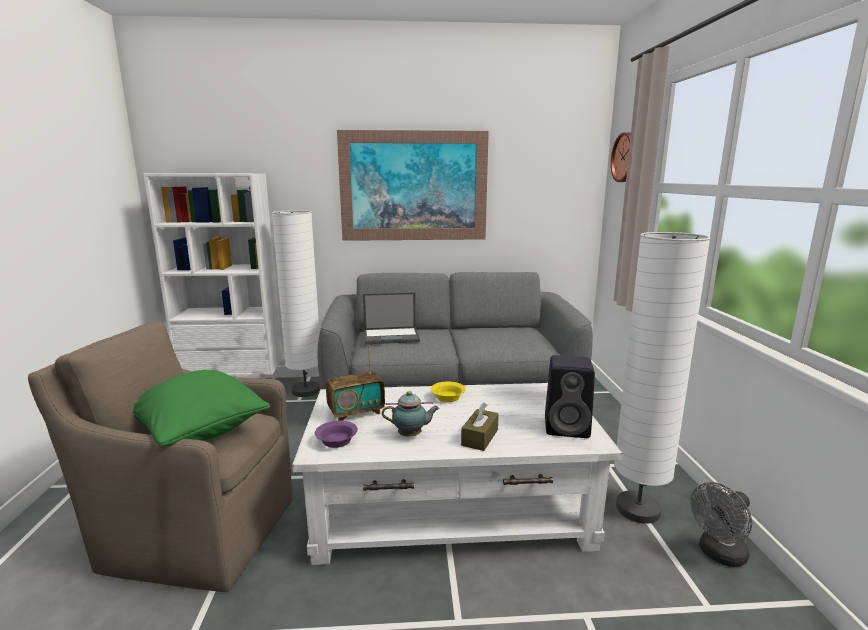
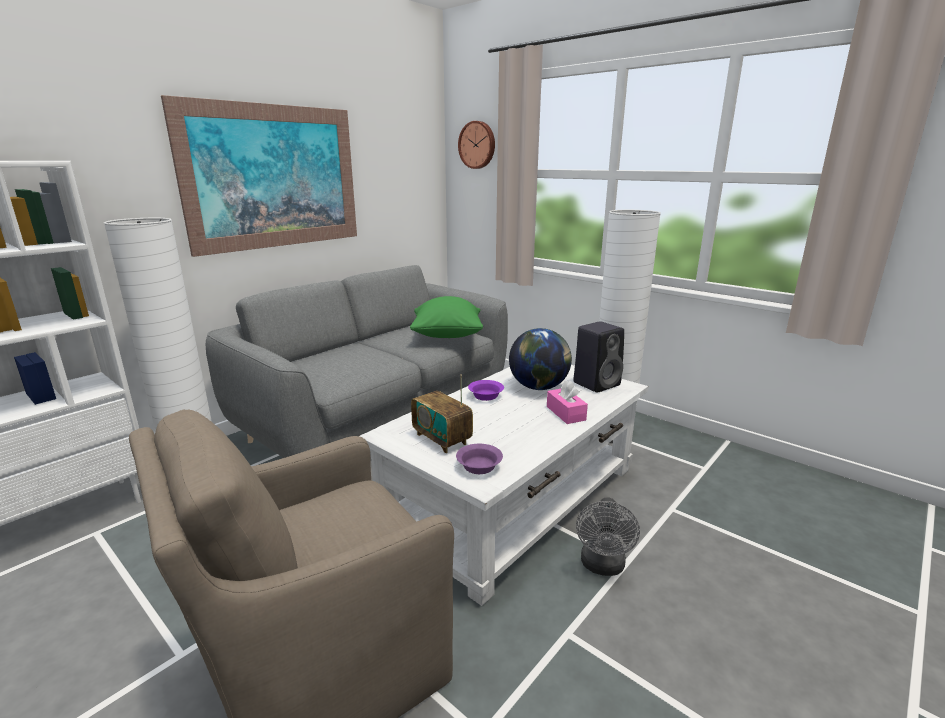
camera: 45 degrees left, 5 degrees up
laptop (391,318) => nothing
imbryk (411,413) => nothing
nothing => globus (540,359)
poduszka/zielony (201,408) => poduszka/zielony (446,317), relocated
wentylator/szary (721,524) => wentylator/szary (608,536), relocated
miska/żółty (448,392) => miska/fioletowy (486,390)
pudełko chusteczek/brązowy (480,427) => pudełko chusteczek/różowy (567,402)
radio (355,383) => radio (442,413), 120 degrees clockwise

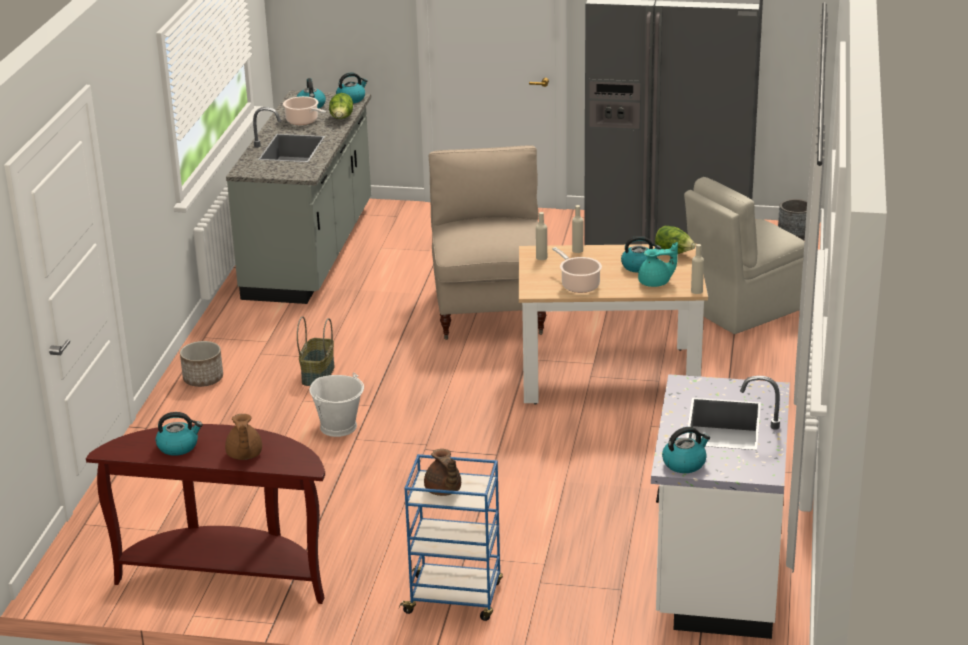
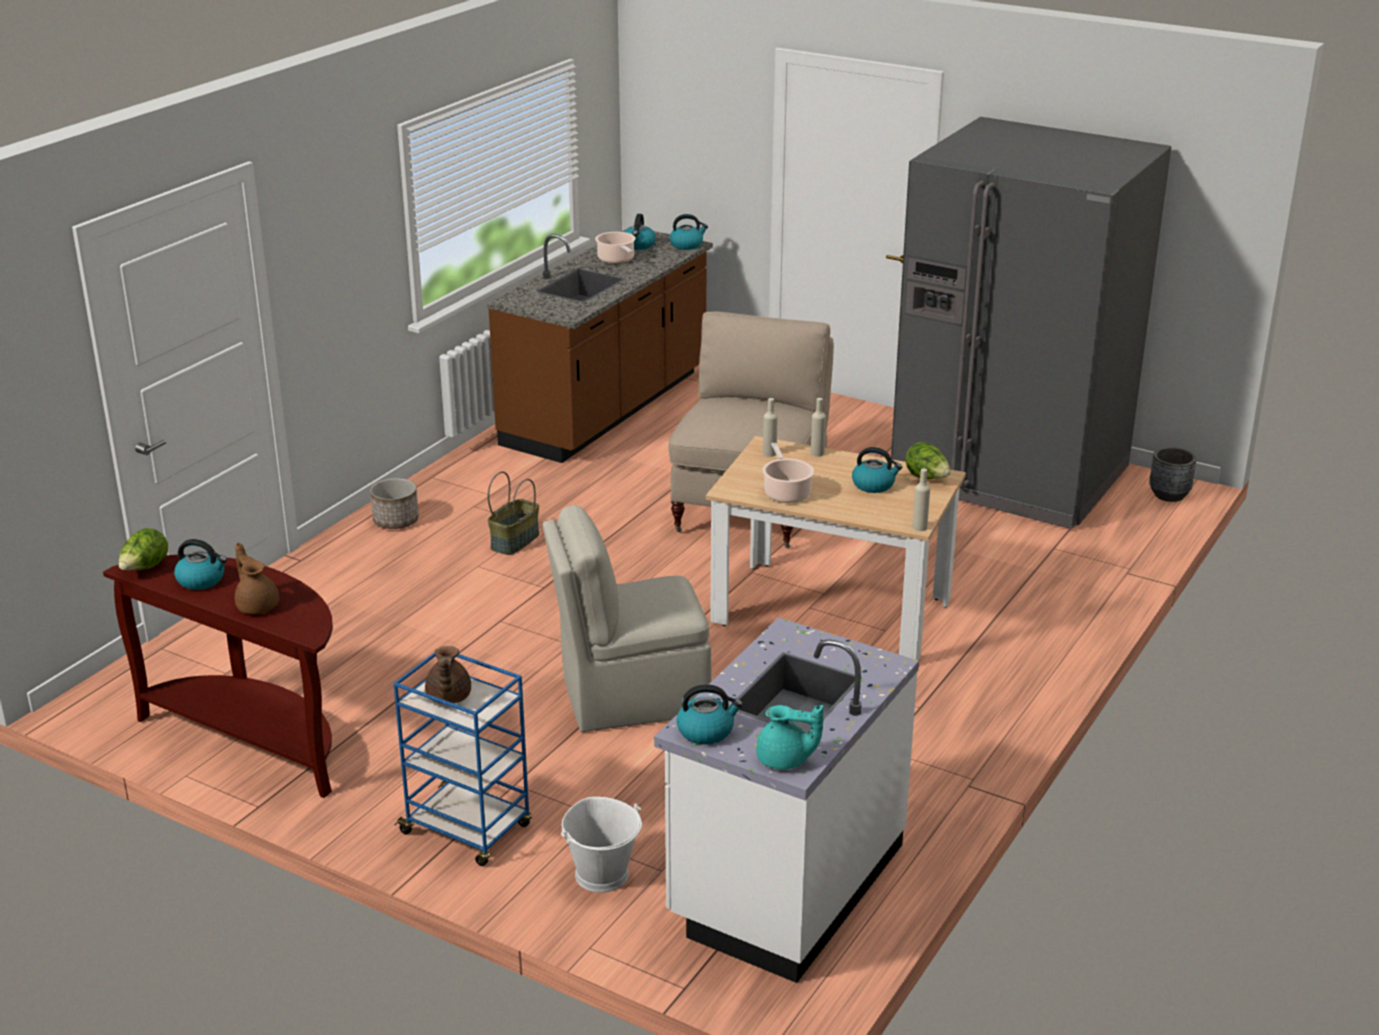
camera: 20 degrees right, 0 degrees up
wiadro/biały (337,405) => wiadro/biały (601,845), relocated
sałata (341,106) => sałata (143,549), relocated
imbryk/turkusowy (658,264) => imbryk/turkusowy (790,737), relocated
krzesło/beżowy (744,255) => krzesło/beżowy (627,618), relocated
zabudowa kuchenna/szary (298,197) => zabudowa kuchenna/brązowy (600,345)
imbryk/brązowy (243,437) => imbryk/brązowy (257,578), 135 degrees clockwise

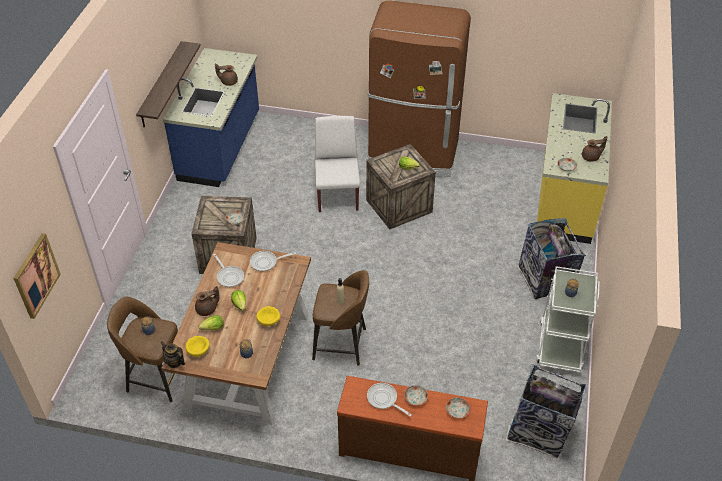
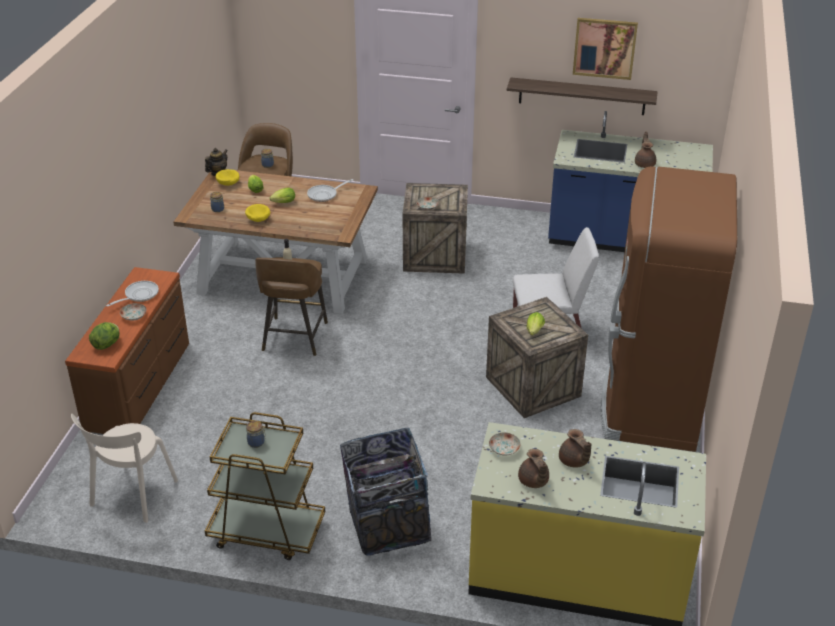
camera: 90 degrees right, 10 degrees down
patelnia (273,261) => nothing
obraz (37,276) => obraz (605,49), relocated
imbryk/brązowy (207,301) => imbryk/brązowy (575,448), relocated
talerz (458,408) => sałata (104,336)
kosz na śmieci (546,411) => krzesło/beżowy (124,468)
wózek/biały (568,319) => wózek/brązowy (265,486)

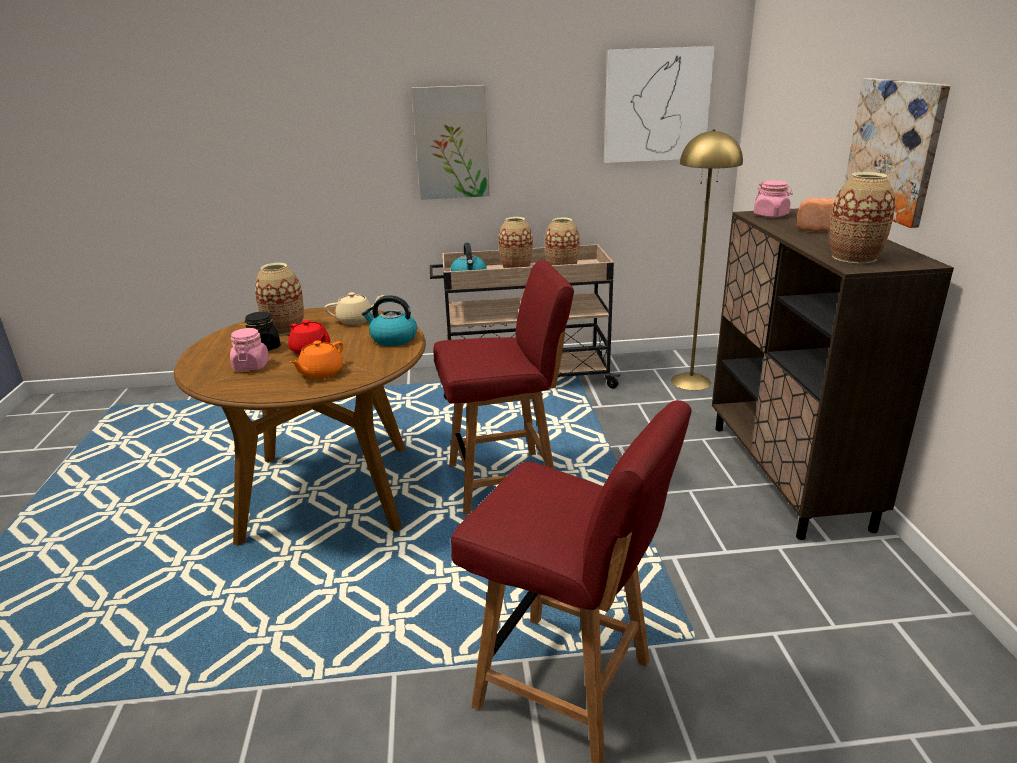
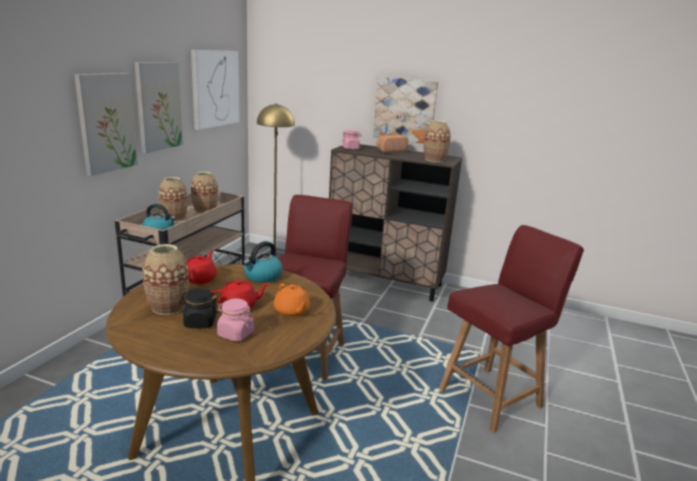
camera: 65 degrees left, 5 degrees down
nothing => obraz (158,107)
imbryk/beżowy (354,308) => imbryk/czerwony (202,267)

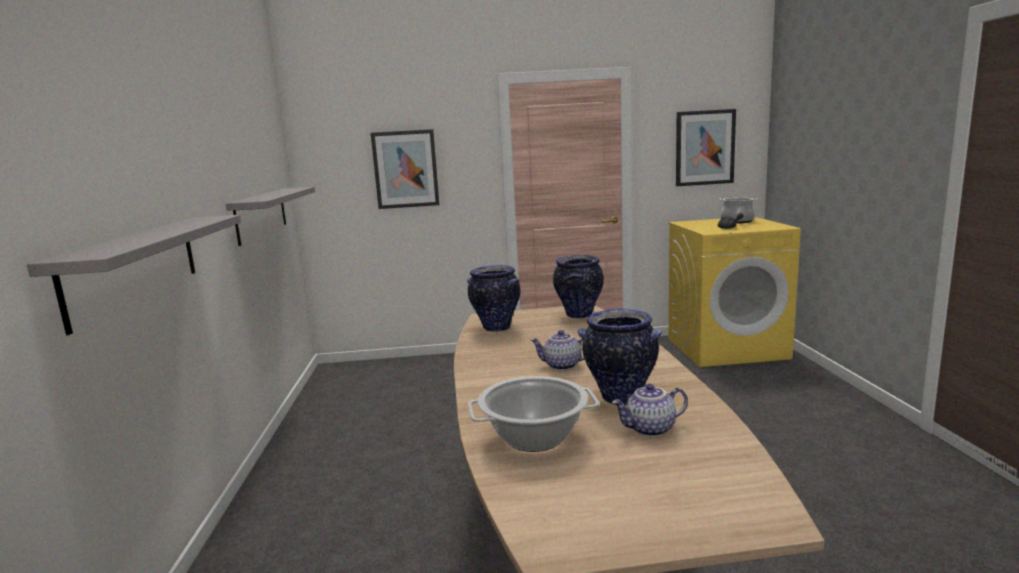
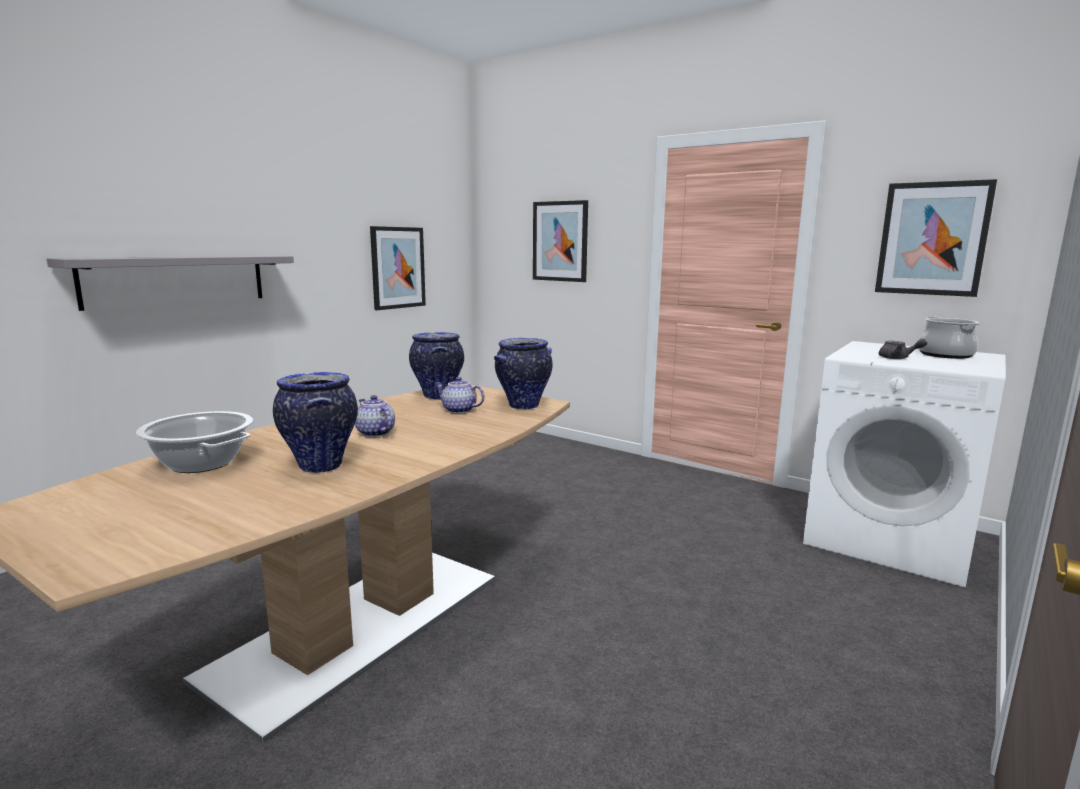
camera: 40 degrees right, 0 degrees up
imbryk (650,410) => imbryk (459,395), relocated
półka/szary (270,216) => obraz (398,268)
pralka/żółty (735,292) => pralka/biały (904,464)

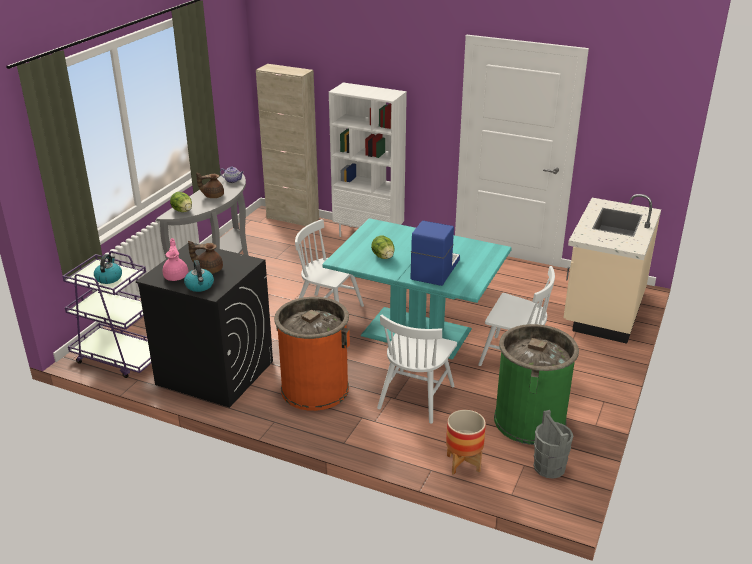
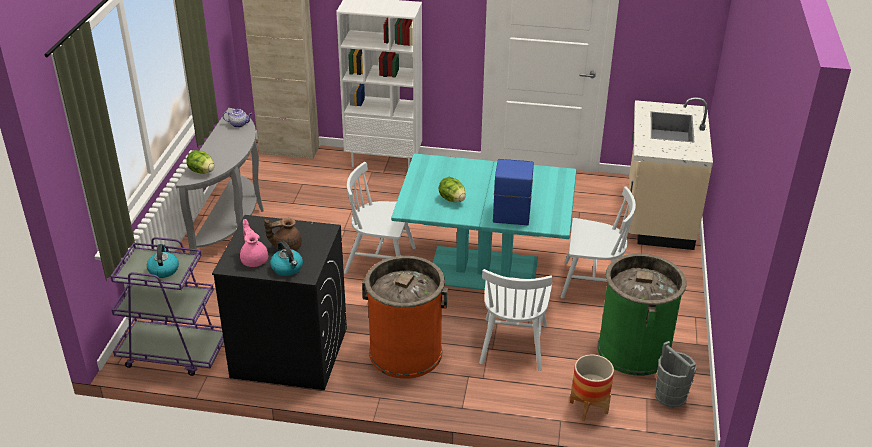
camera: 15 degrees left, 5 degrees up
imbryk/brązowy (210,185) => nothing

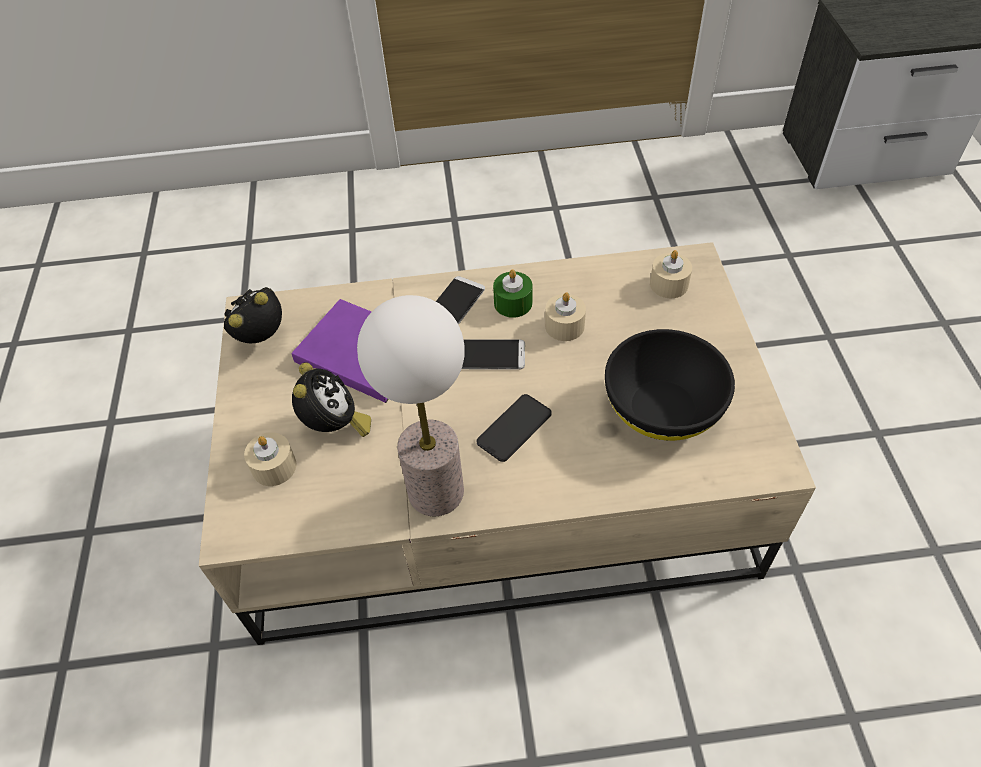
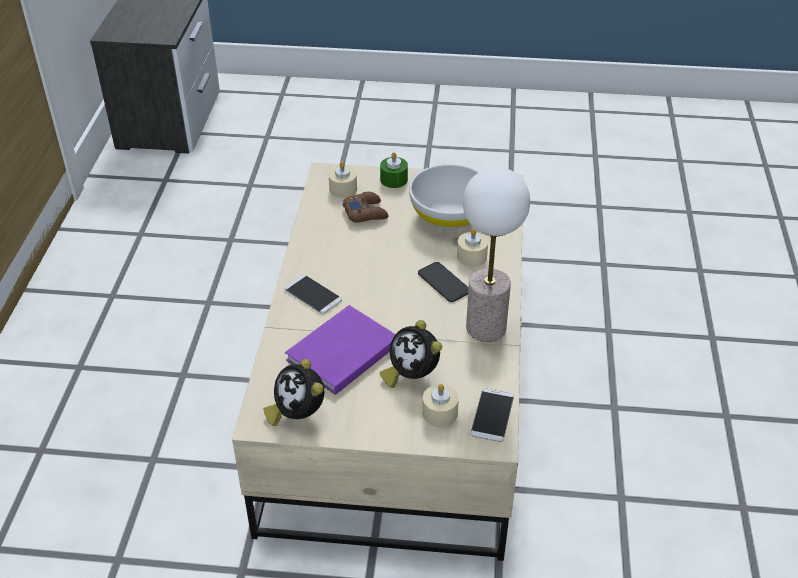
camera: 80 degrees left, 10 degrees down
nothing => pad do gier/brązowy (366,207)
telefon (493,354) => telefon (492,415), relocated
świeca/zielony (513,293) => świeca/zielony (394,170), relocated
świeca/beżowy (565,316) => świeca/beżowy (472,247), relocated
miska/czarny (670,385) => miska/biały (444,197)
budzik (331,399) => budzik (411,354), 135 degrees counterclockwise

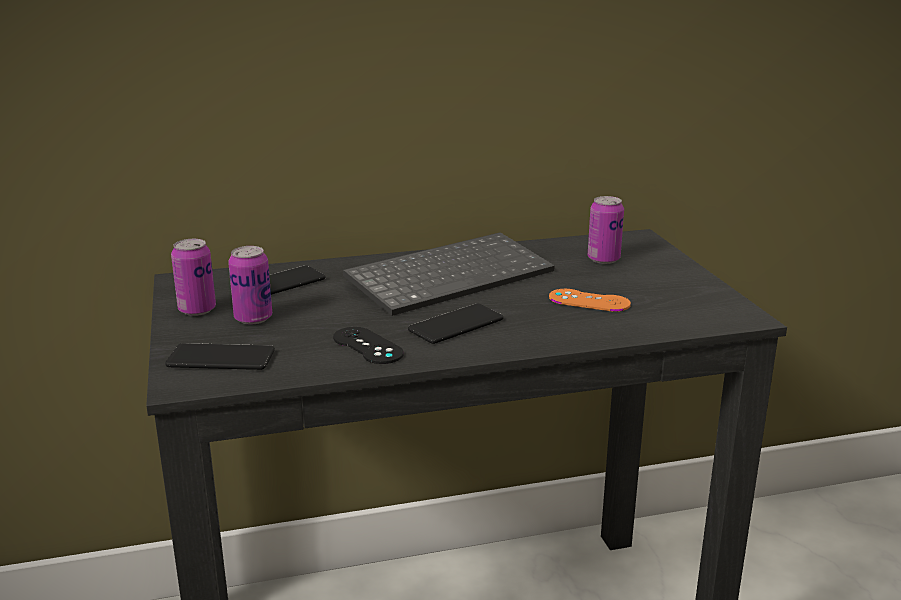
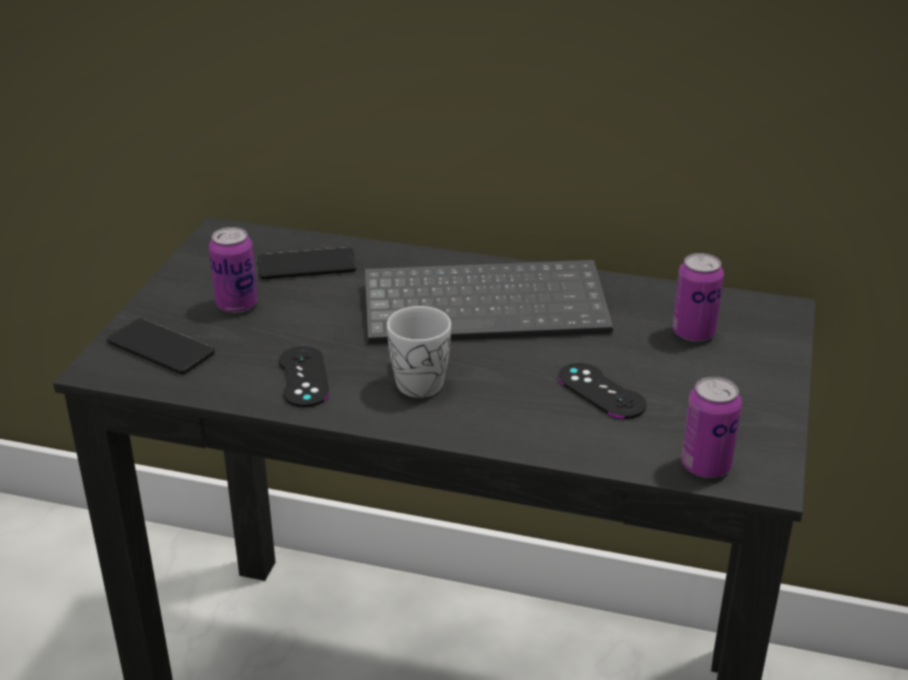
camera: 30 degrees right, 10 degrees up
puszka (193,277) => puszka (711,427), relocated
telefon (455,323) => kubek/biały (419,352)
pad do gier/pomarańczowy (590,300) => pad do gier/czarny (602,391)

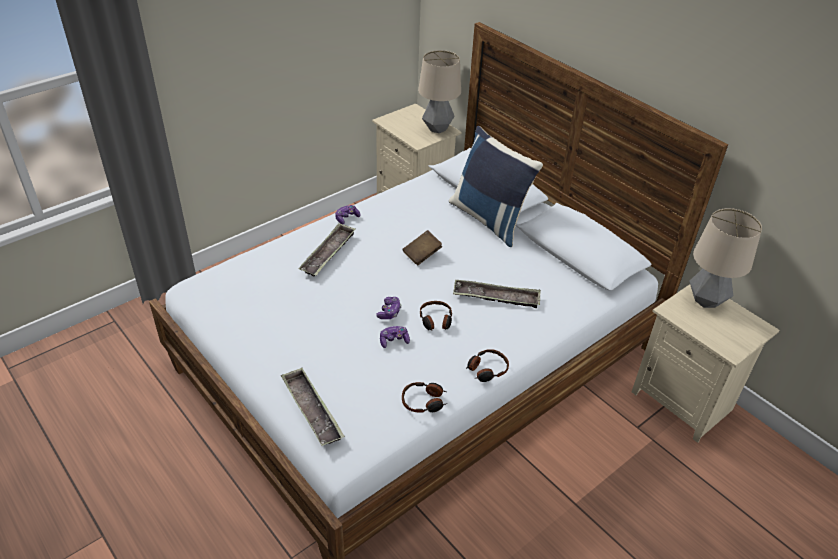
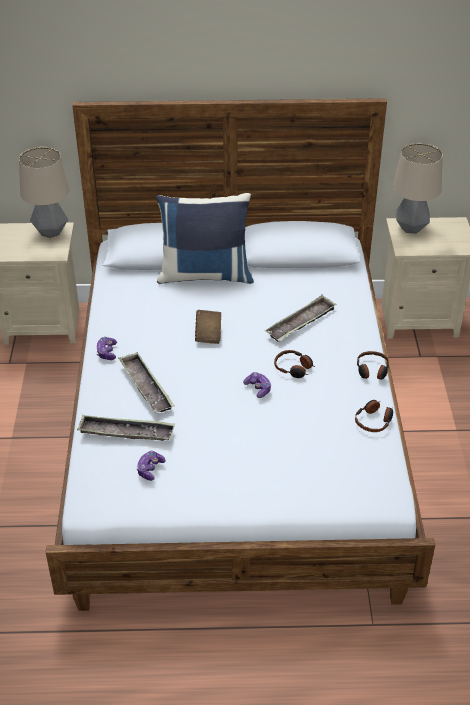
camera: 50 degrees left, 0 degrees up
taca (313,407) => taca (126,428), relocated
pad do gier (395,337) => pad do gier (151,466), relocated

